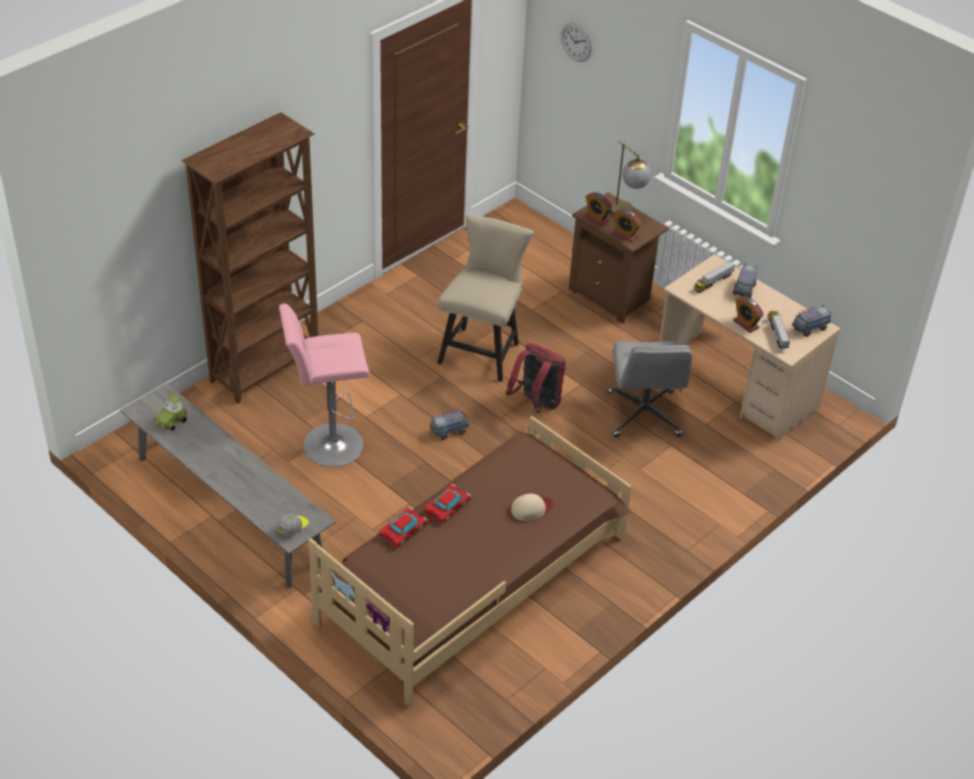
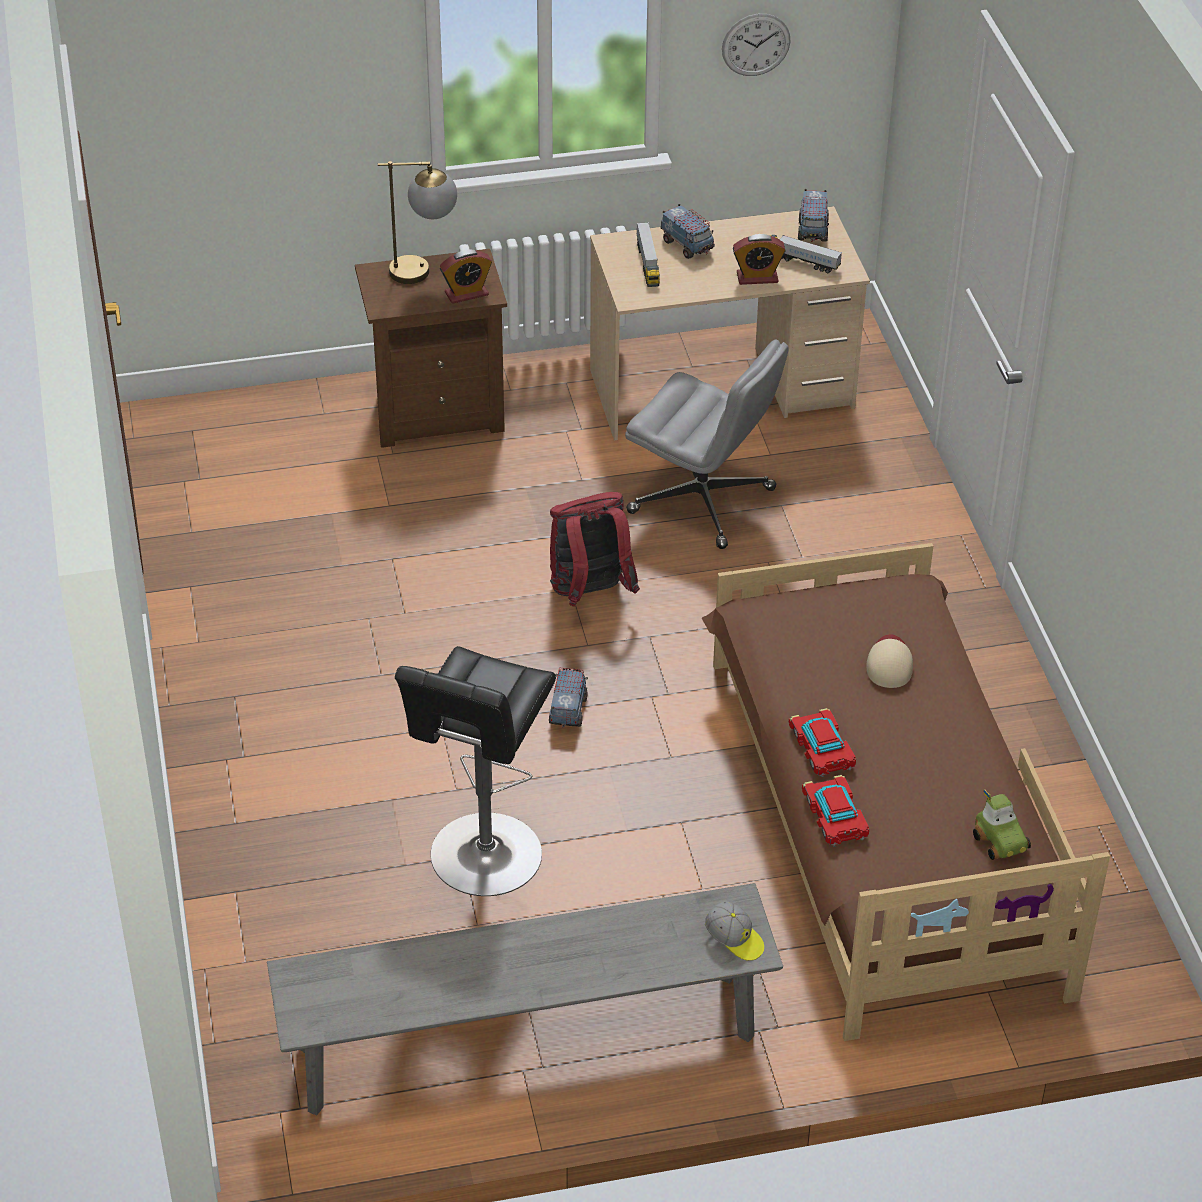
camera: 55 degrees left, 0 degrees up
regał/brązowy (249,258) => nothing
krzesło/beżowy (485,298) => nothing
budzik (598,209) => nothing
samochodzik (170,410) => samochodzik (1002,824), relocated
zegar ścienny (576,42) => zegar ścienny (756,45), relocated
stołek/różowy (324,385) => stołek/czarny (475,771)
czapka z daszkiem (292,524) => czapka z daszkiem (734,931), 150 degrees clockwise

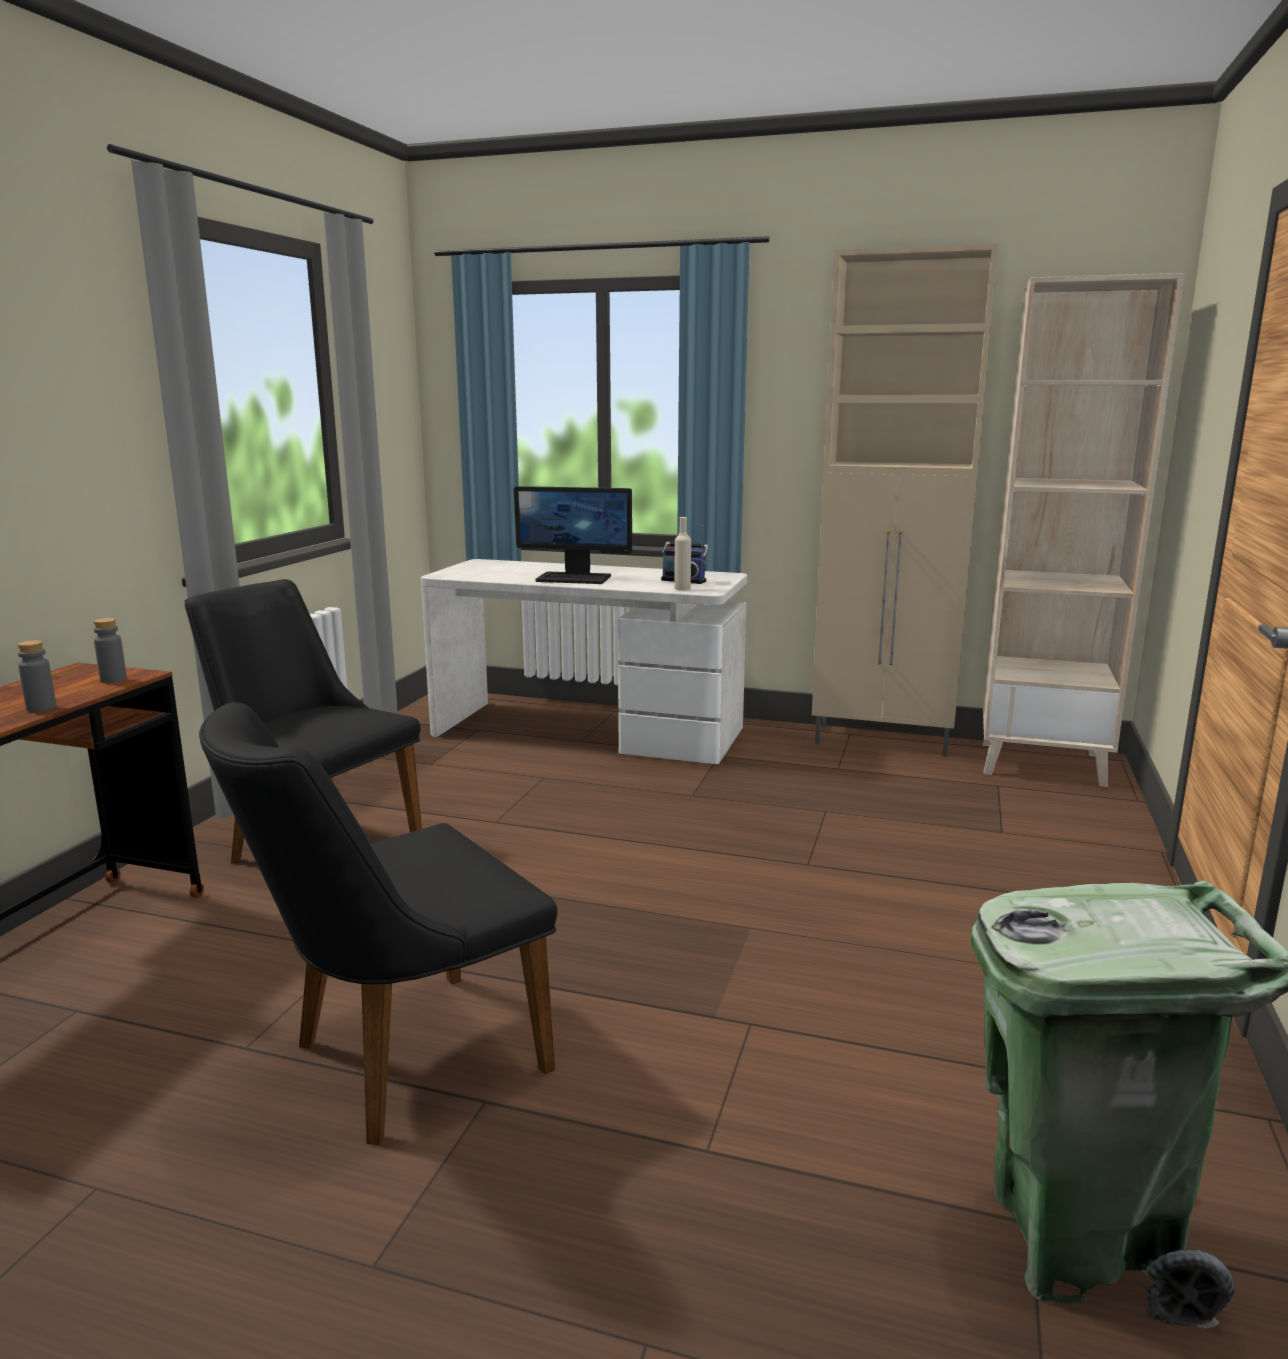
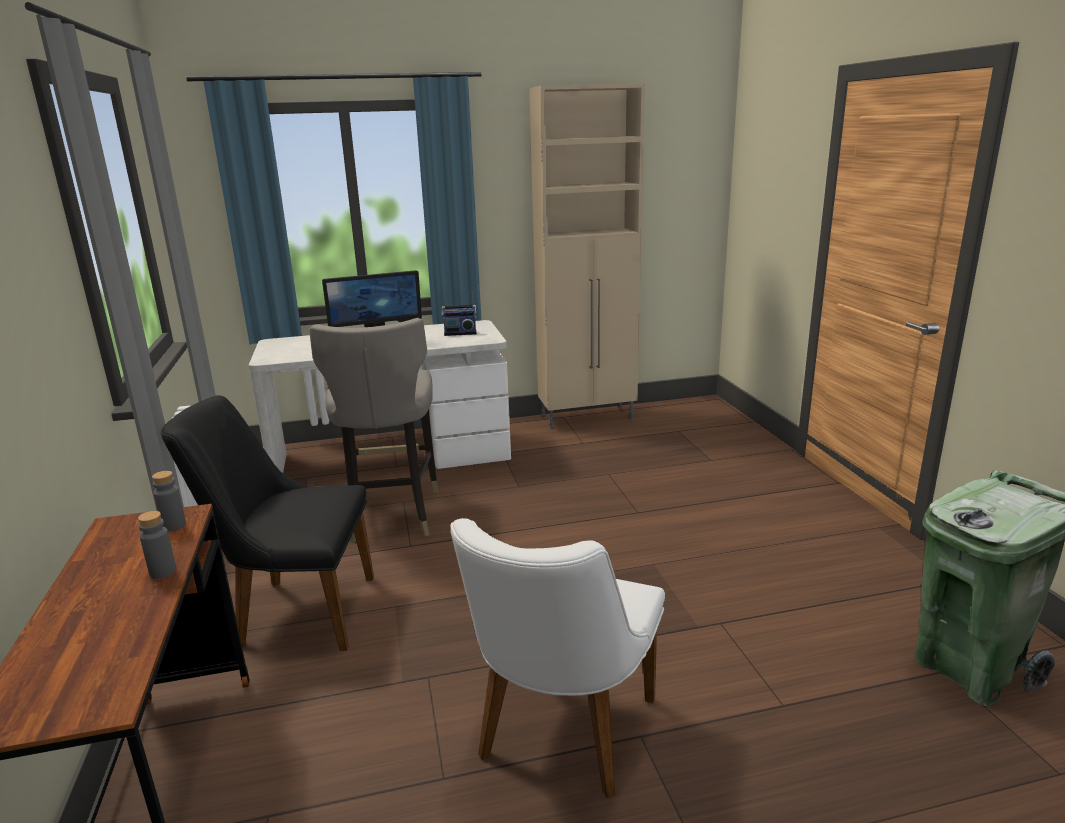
camera: 30 degrees left, 5 degrees up
butelka/beżowy (682,553) => nothing
regał/beżowy (1083,530) => nothing
nothing => stołek/szary (373,430)
krzesło/czarny (378,923) => krzesło/biały (558,658)

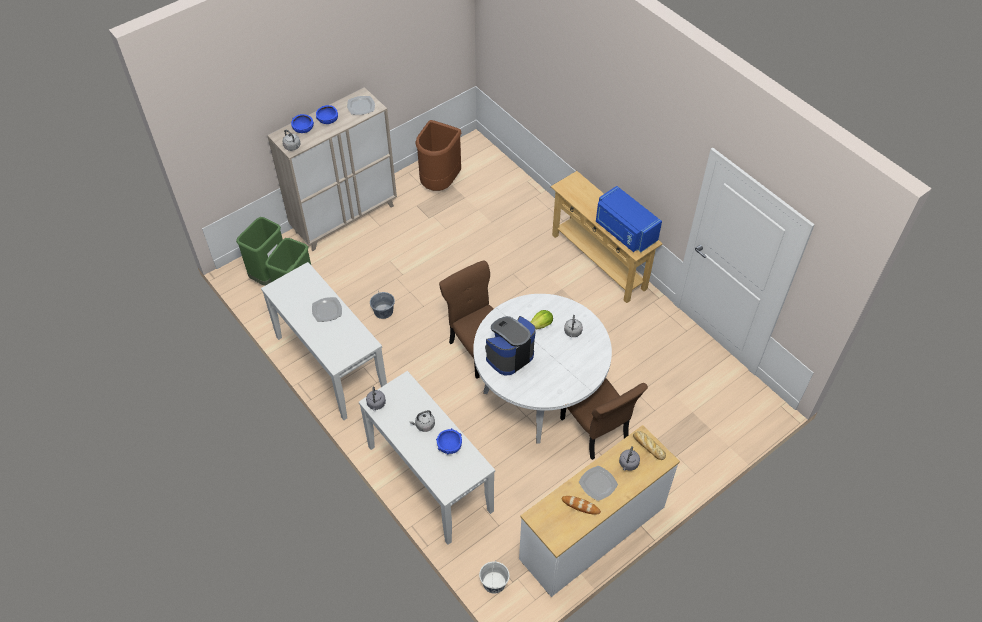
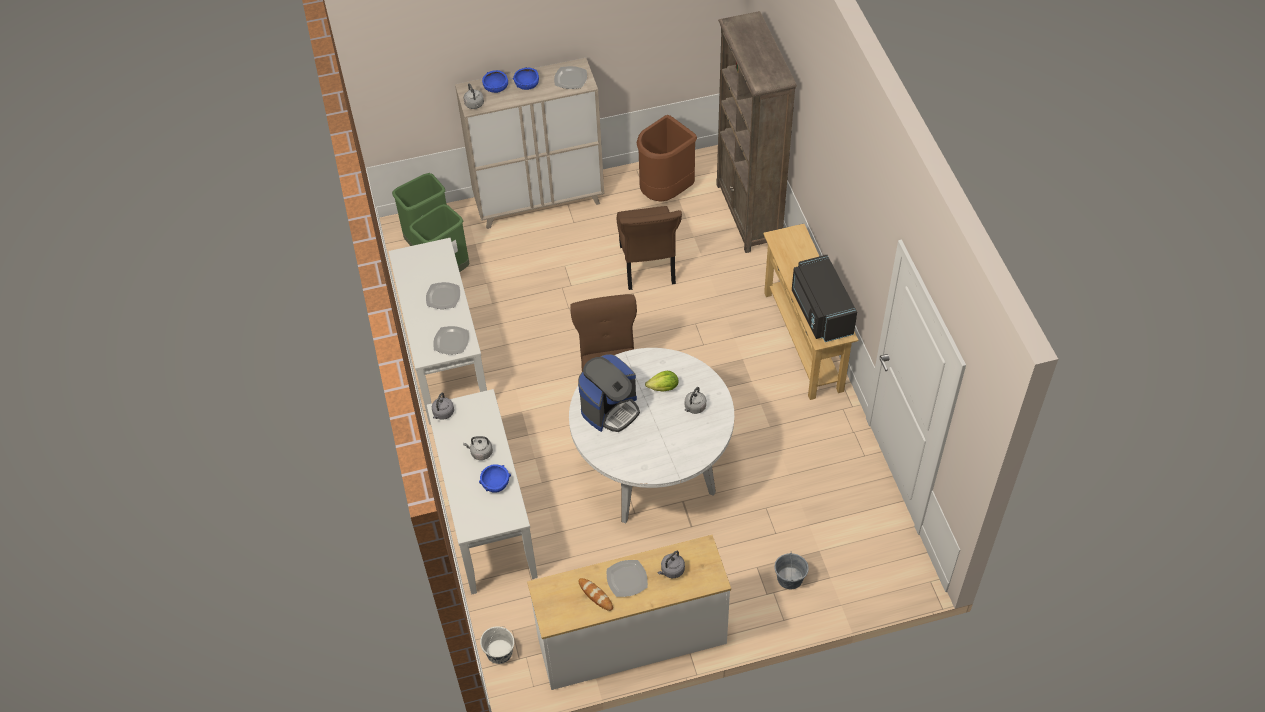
camera: 25 degrees right, 0 degrees up
chleb (649,445) => nothing
nothing => talerz (451,340)
nothing => regał/brązowy (756,132)
wiadro/szary (382,304) => wiadro/szary (791,571), relocated
krzesło/brązowy (604,419) => krzesło/brązowy (649,248), relocated
mikrofalówka/niebieski (629,219) => mikrofalówka/czarny (824,298)
ekspres do kawy (510,345) => ekspres do kawy (609,393), 150 degrees clockwise

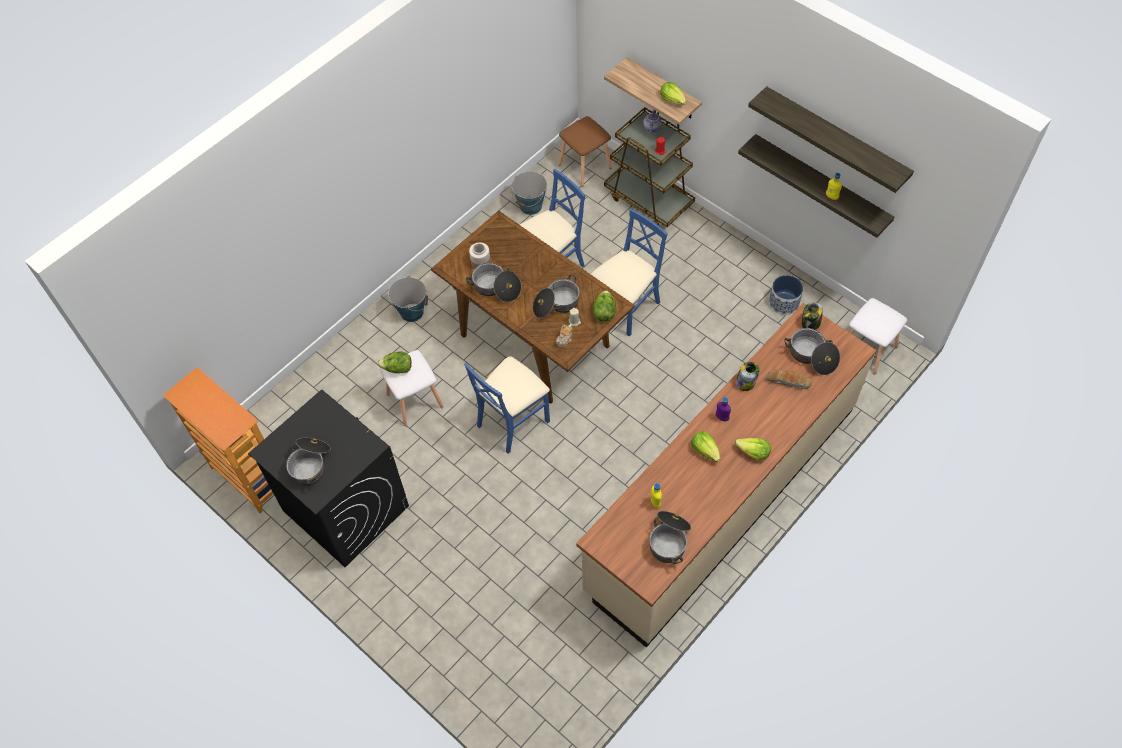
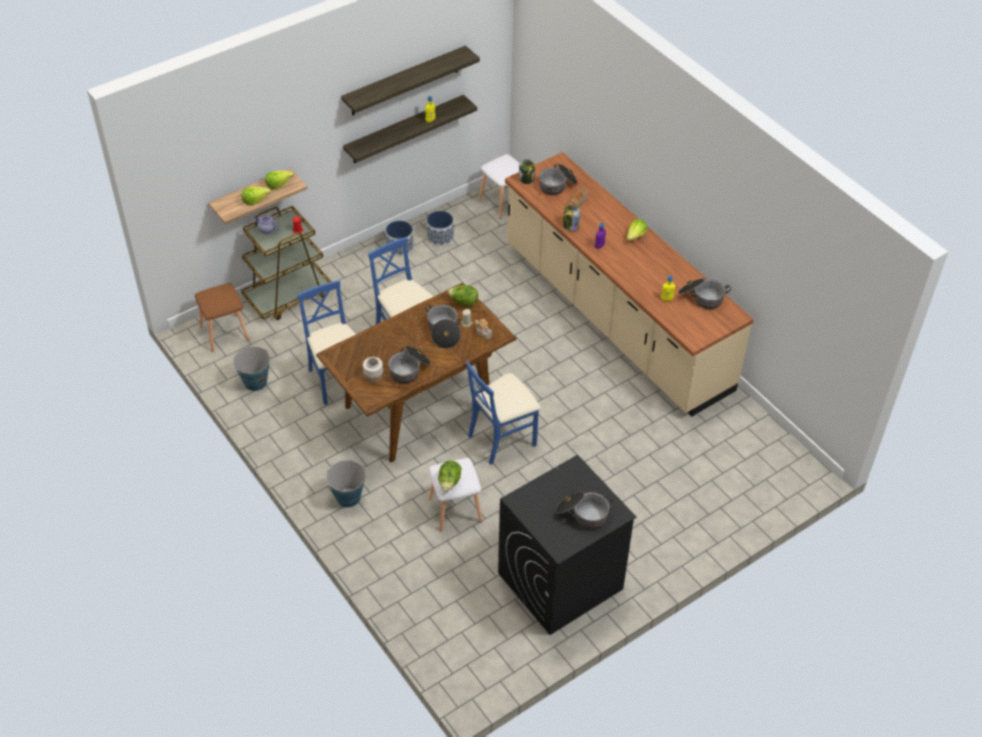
camera: 80 degrees left, 10 degrees down
regał (218,440) => nothing
nothing => donica (400,238)
sałata (705,447) => sałata (256,196), relocated
krzesło/niebieski (507,405) => krzesło/niebieski (503,413), 90 degrees clockwise

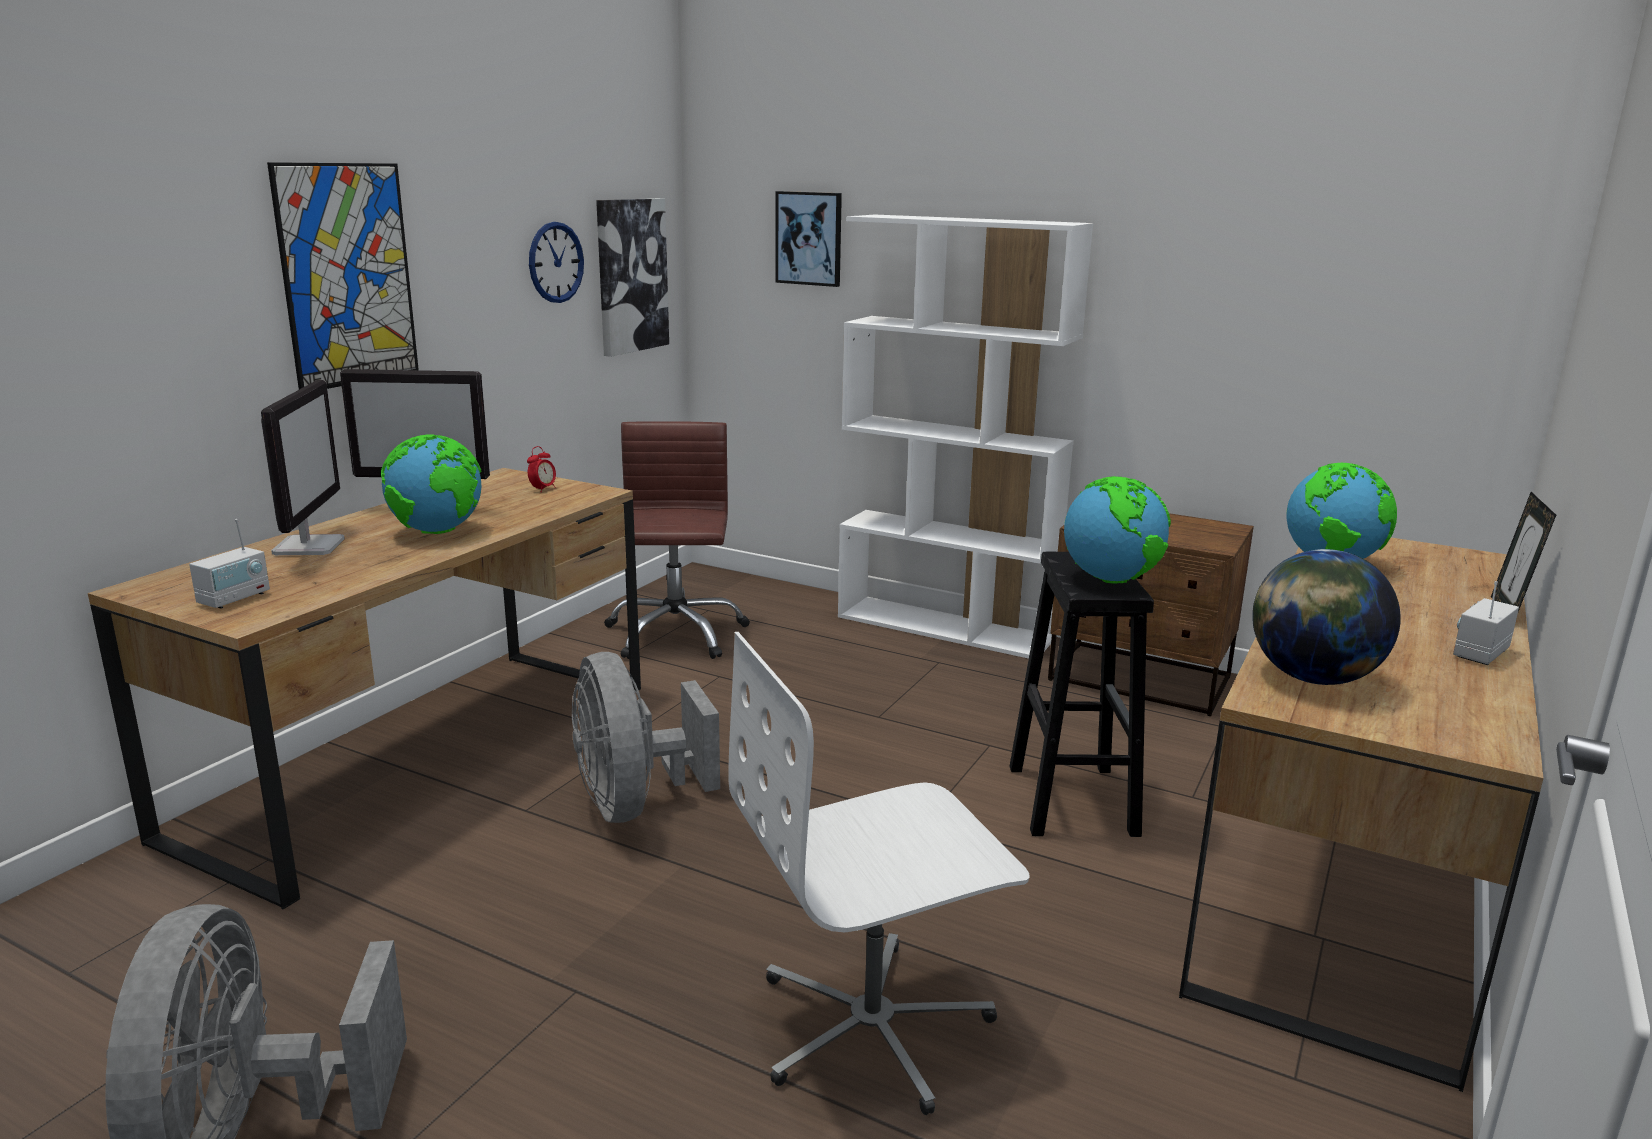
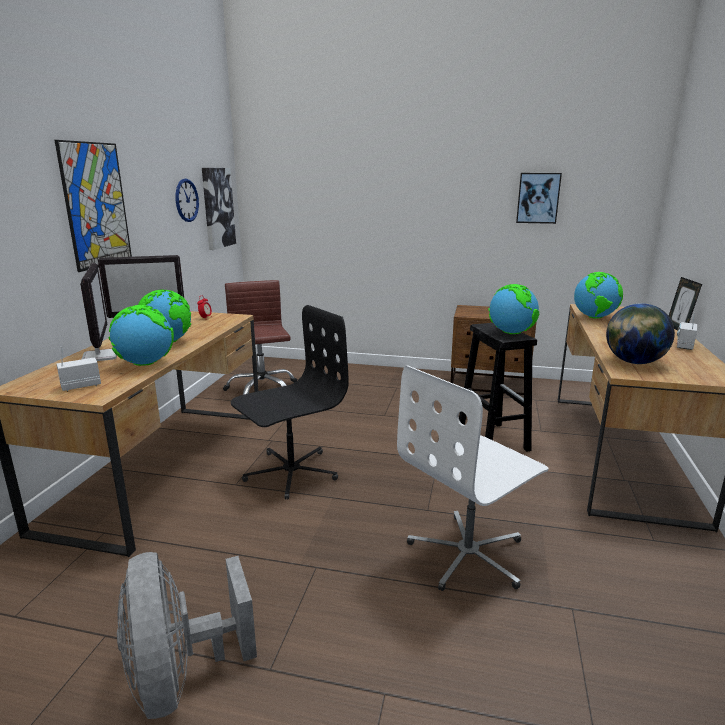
camera: 15 degrees left, 0 degrees up
regał/biały (965,437) => nothing
nothing => globus (141,335)
obraz (808,239) => obraz (539,198), relocated
wentylator/szary (646,737) => krzesło biurowe/czarny (290,402)
radio (229,564) => radio (78,369), 135 degrees counterclockwise

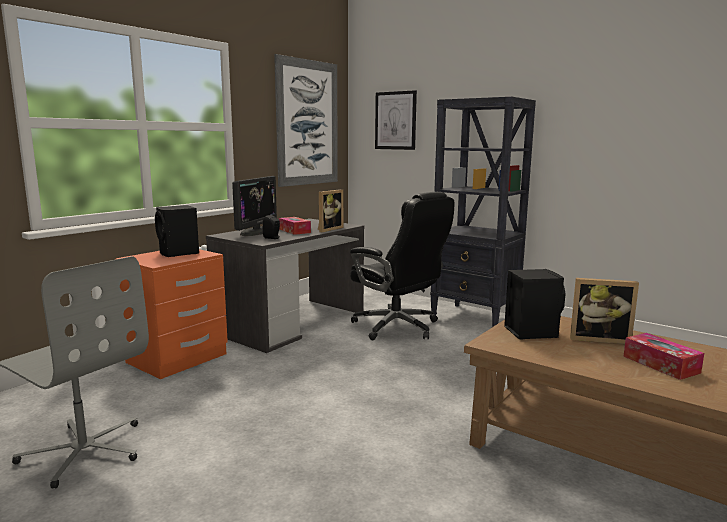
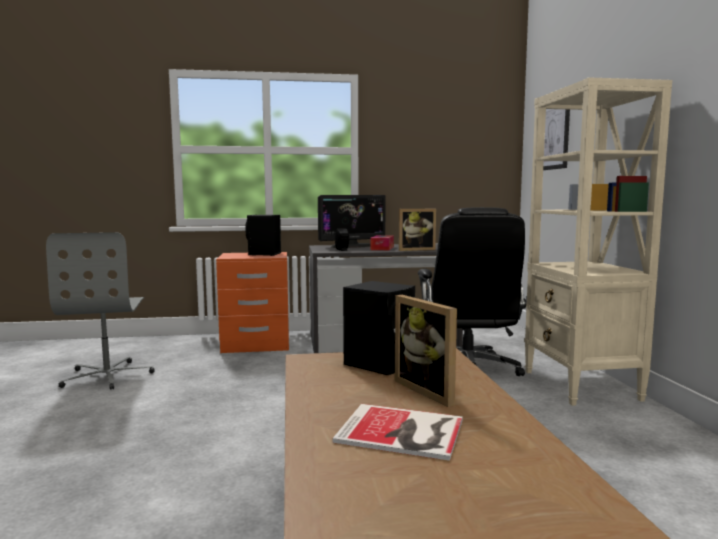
camera: 45 degrees right, 5 degrees down
obraz (306,120) => nothing
pudełko chusteczek (663,356) => książka (398,432)
regał/czarny (483,212) => regał/beżowy (598,241)

